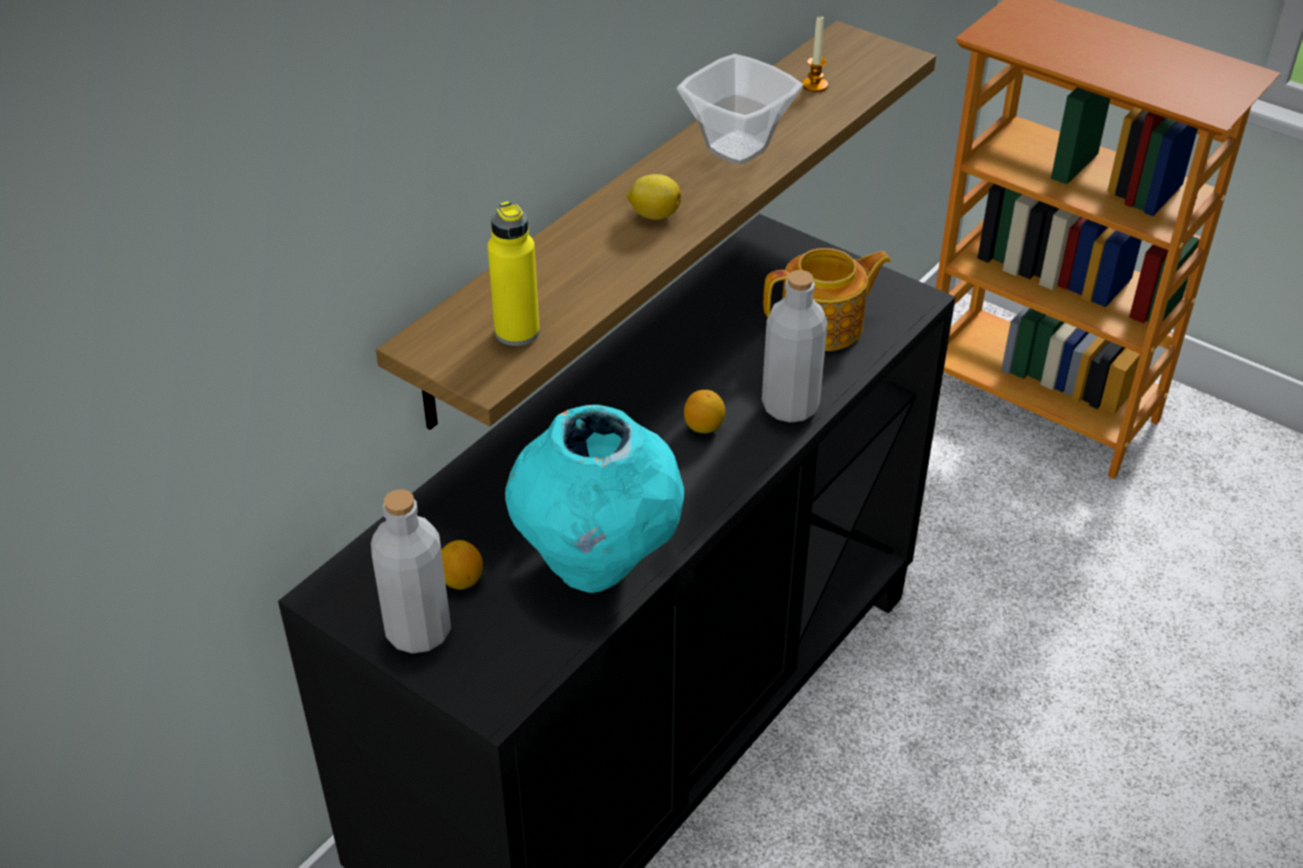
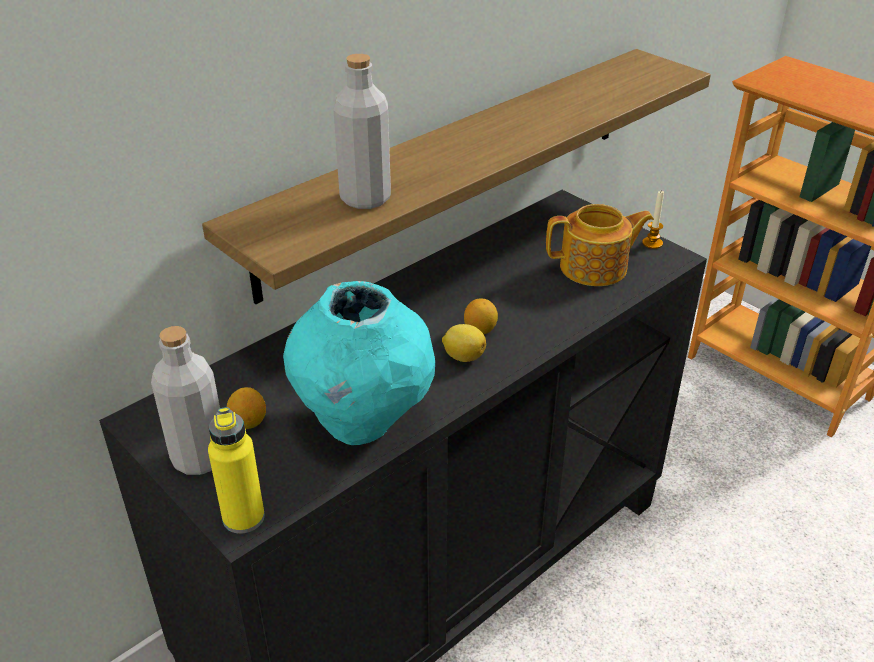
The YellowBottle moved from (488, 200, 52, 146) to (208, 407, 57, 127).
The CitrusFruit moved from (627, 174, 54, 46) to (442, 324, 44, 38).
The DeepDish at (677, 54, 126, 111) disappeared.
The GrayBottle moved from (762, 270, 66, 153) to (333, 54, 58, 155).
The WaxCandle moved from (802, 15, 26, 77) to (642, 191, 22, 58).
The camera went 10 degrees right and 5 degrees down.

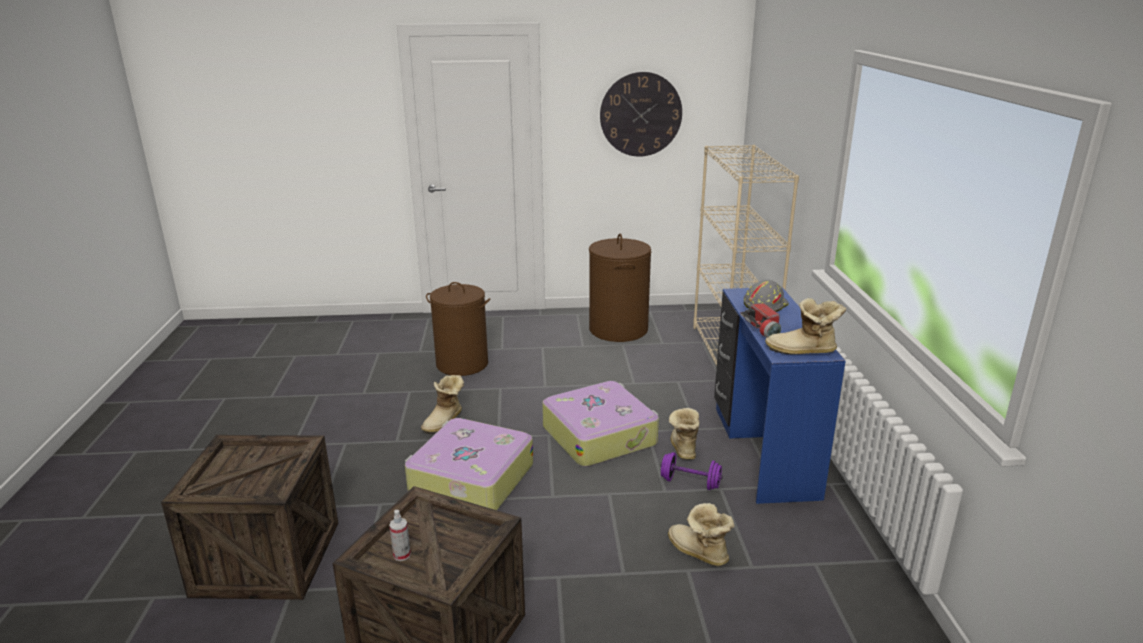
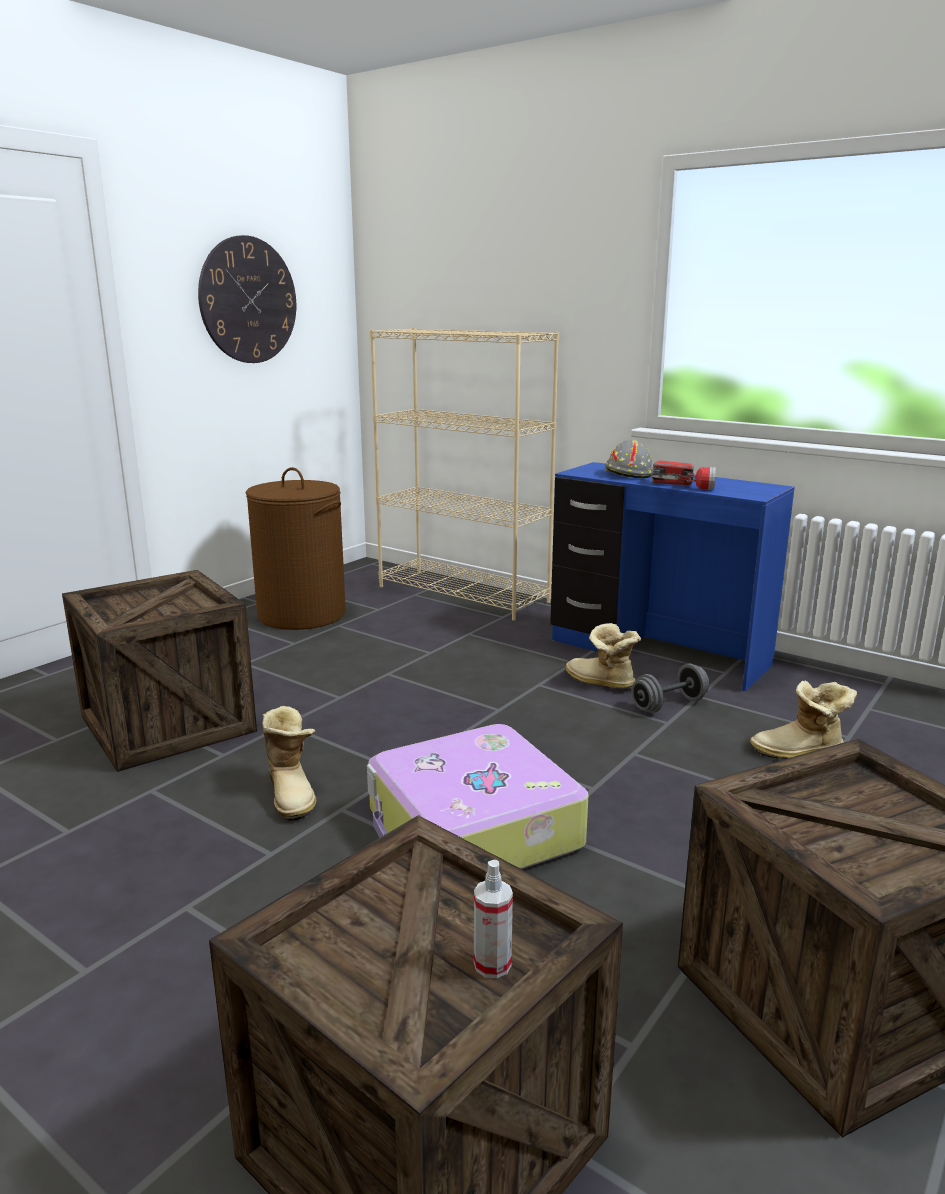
The HandSprayer moved from (389, 510, 22, 51) to (474, 860, 39, 118).
The BrownishHamper at (426, 282, 65, 94) was replaced by the Crate at (62, 570, 195, 202).
The PieceOfLuggage at (542, 381, 117, 86) disappeared.
The PurplishFreeWeight at (660, 452, 63, 38) became the GrayFreeWeight at (631, 664, 78, 49).
The TallBoot at (765, 298, 81, 56) disappeared.
The camera went 50 degrees left and 5 degrees down.

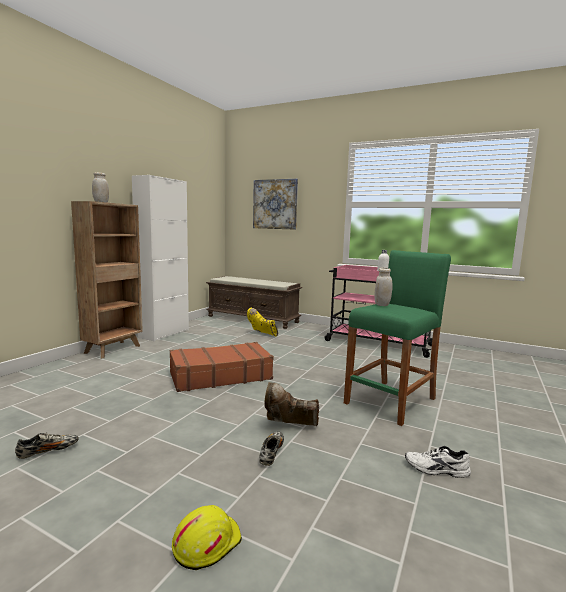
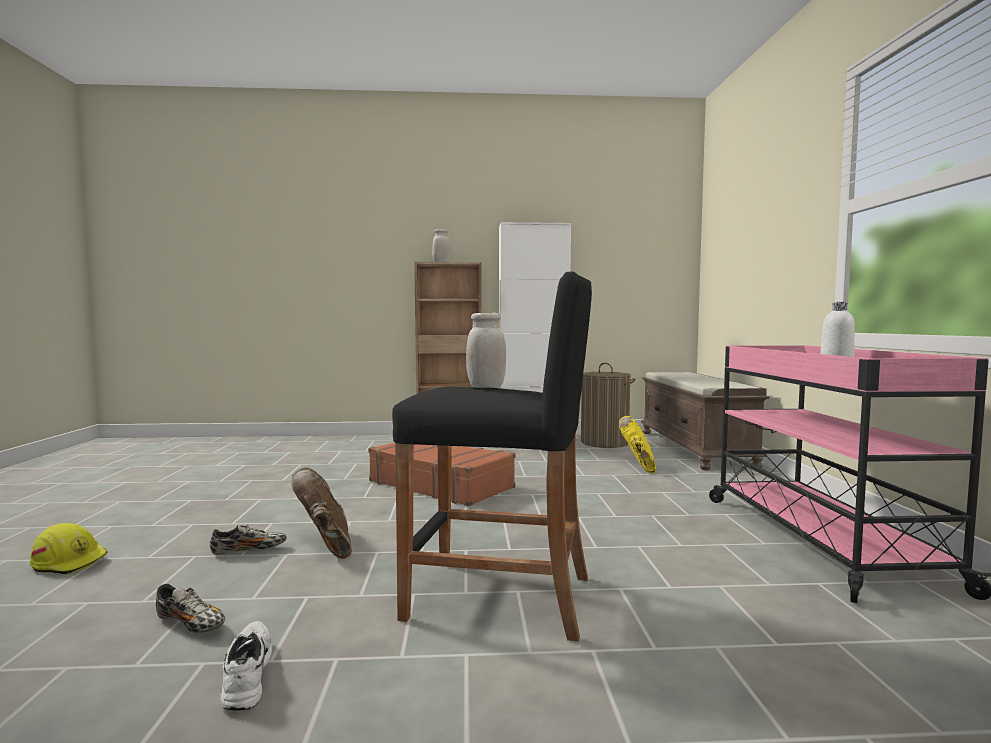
The ItemOfFootwear moved from (15, 432, 64, 27) to (156, 584, 69, 49).
The WallArt at (253, 179, 45, 51) disappeared.
The GreenishSittingStool at (344, 250, 107, 176) became the BlackishSittingStool at (392, 271, 200, 371).
The Hamper at (581, 362, 54, 86) appeared.
The camera went 60 degrees right and 5 degrees down.

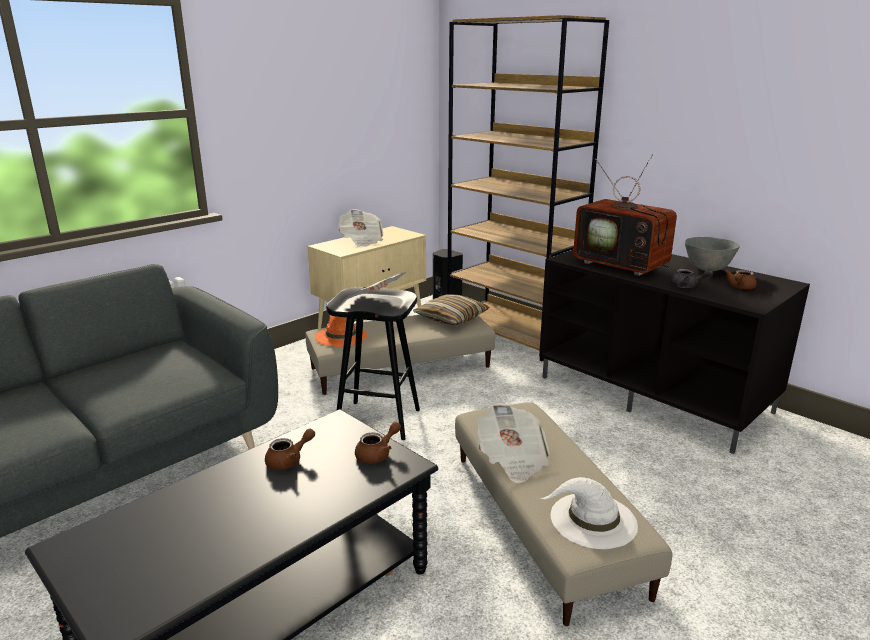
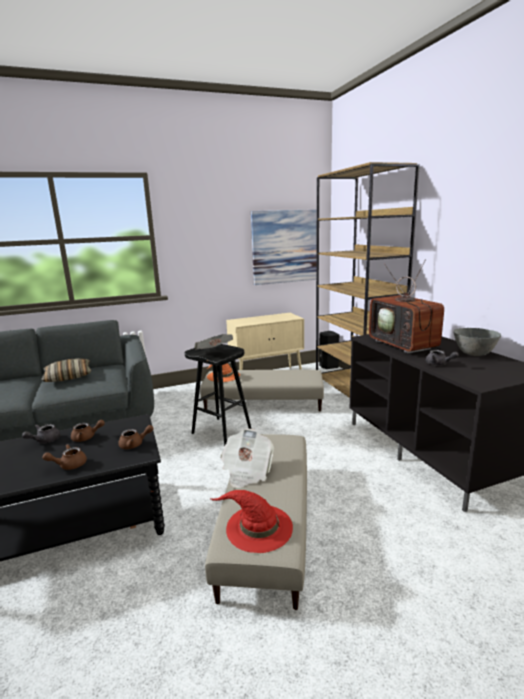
The DailyPaper at (338, 209, 45, 38) disappeared.
The Cushion moved from (413, 294, 76, 31) to (41, 358, 51, 24).
The WhiteColouredWearableHat at (540, 477, 98, 72) became the RedColouredWearableHat at (210, 490, 83, 63).
The BrownishPotForTea moved from (725, 270, 32, 19) to (42, 444, 45, 26).
The GrayPotForTea at (22, 424, 39, 19) appeared.
The WallArt at (251, 209, 66, 76) appeared.
The camera went 25 degrees right and 5 degrees down.

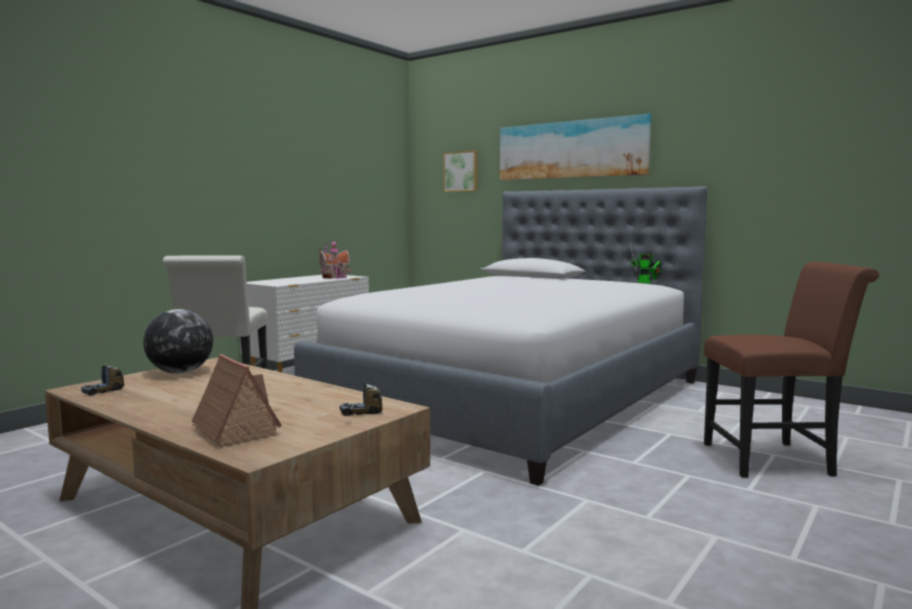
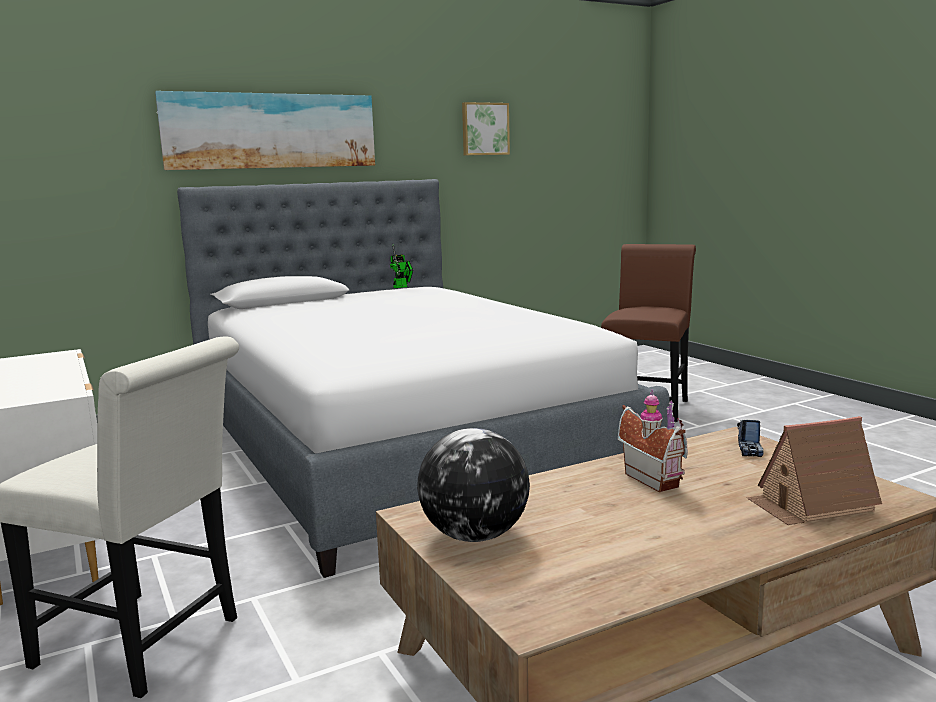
The ToyLorry at (81, 366, 43, 30) disappeared.
The MiniatureHouse moved from (319, 240, 32, 39) to (618, 389, 70, 104).
The WallArt moved from (443, 150, 35, 42) to (462, 102, 48, 53).
The camera went 65 degrees left and 5 degrees up.

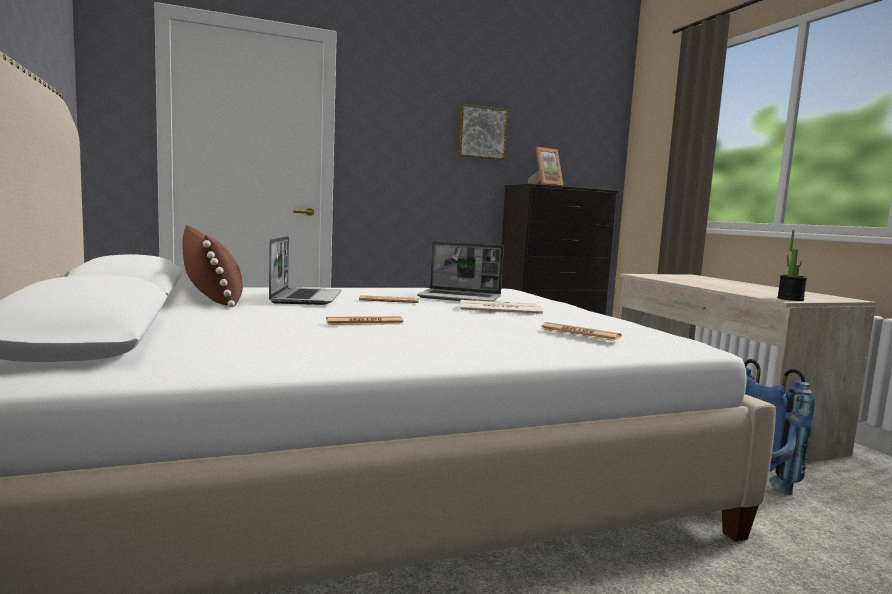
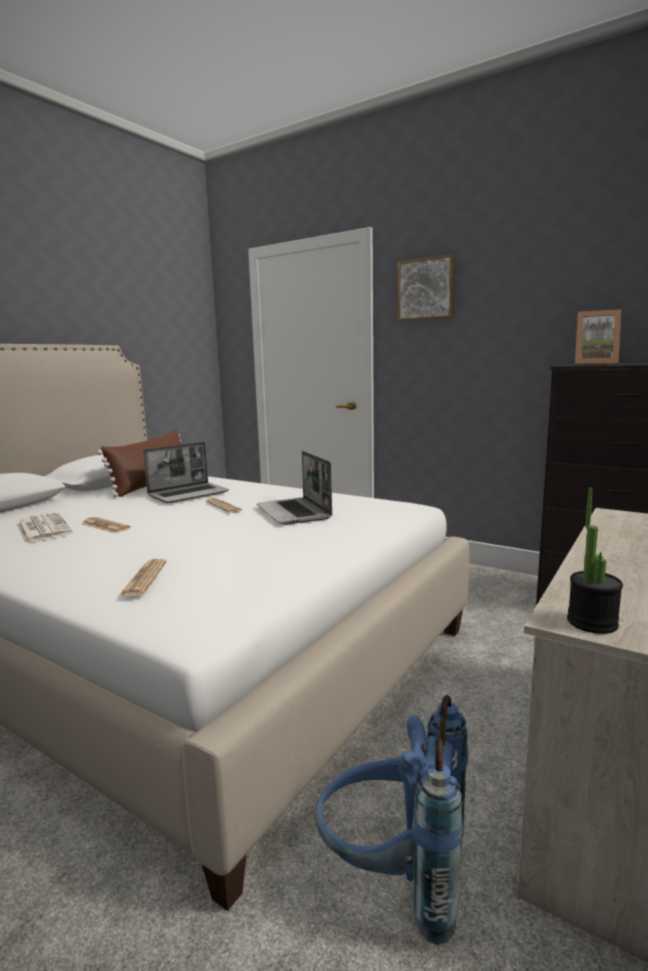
The WallArt moved from (457, 104, 51, 57) to (398, 254, 57, 67).
The DailyPaper moved from (460, 300, 83, 15) to (16, 513, 57, 30).
The camera went 55 degrees right and 5 degrees up.

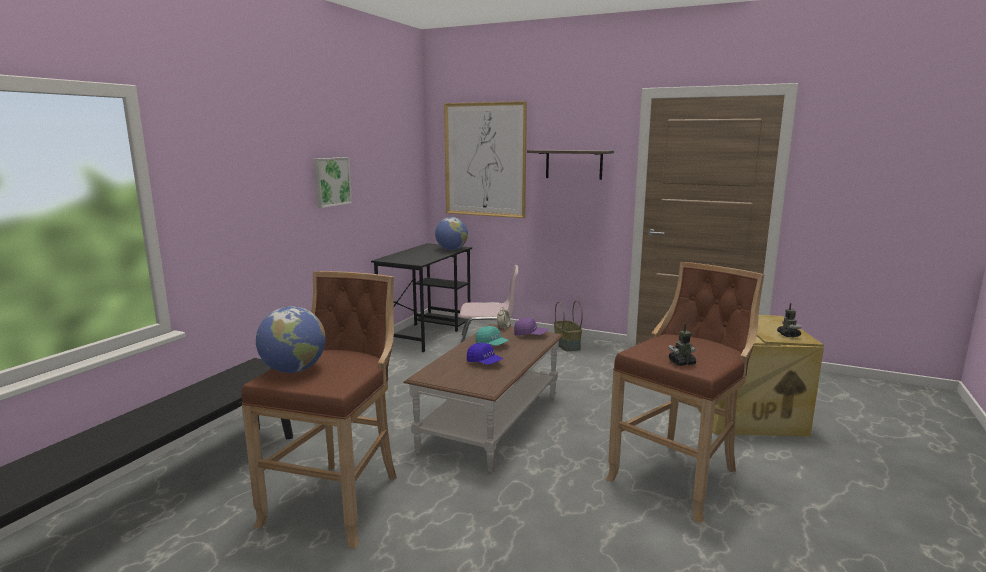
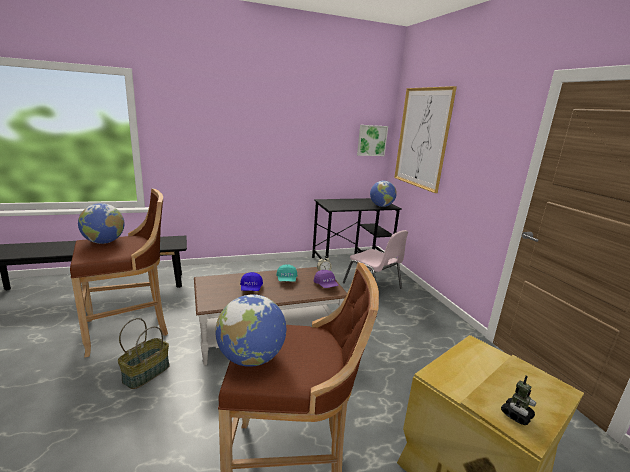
The WallArt moved from (313, 157, 39, 51) to (357, 125, 31, 31).
The BracketShelf at (527, 150, 87, 30) disappeared.
The HouseholdBasket moved from (554, 300, 29, 52) to (118, 318, 51, 71).
The ModelRobot at (668, 324, 28, 42) was replaced by the Globe at (215, 294, 71, 73).
The camera went 45 degrees right and 5 degrees up.

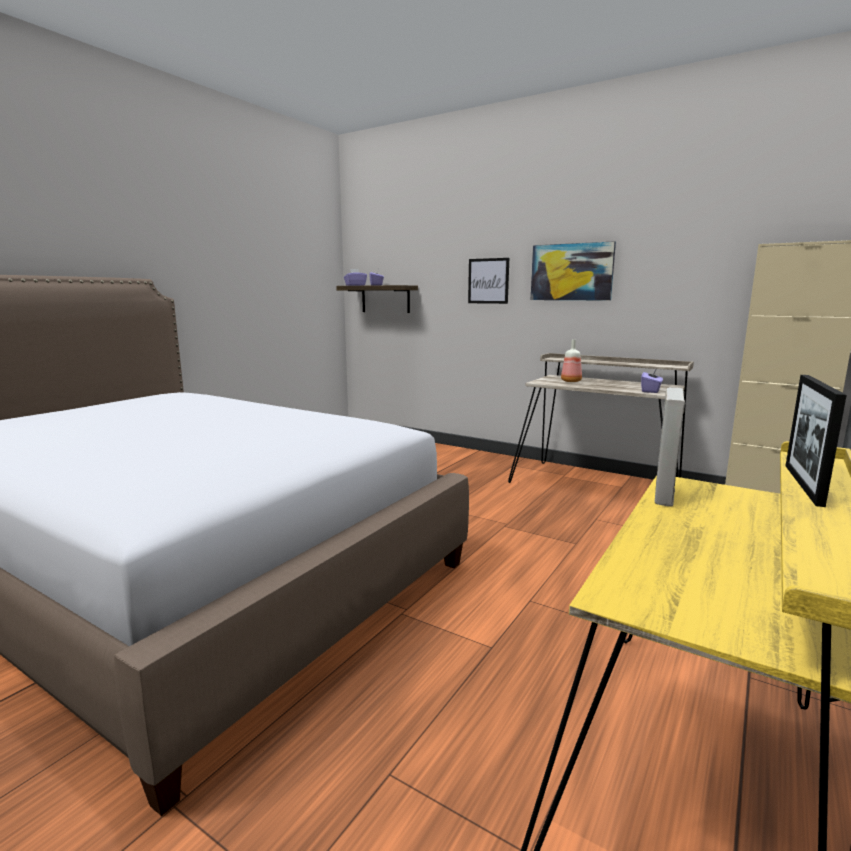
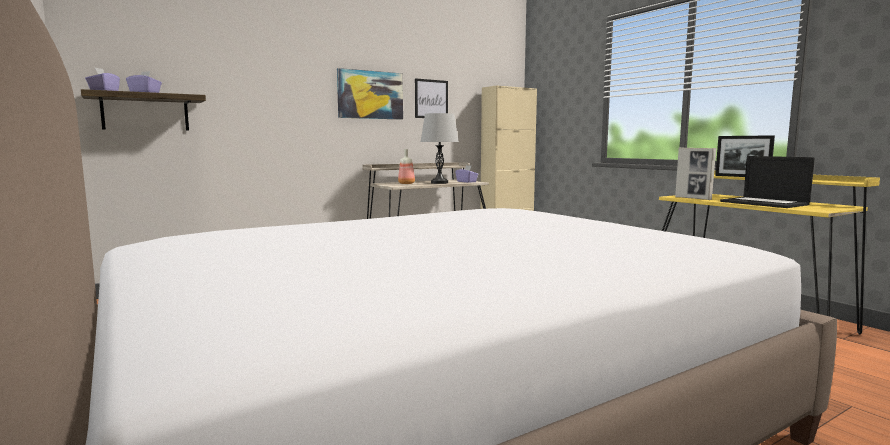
The WallArt moved from (468, 258, 41, 46) to (415, 78, 33, 40).
The GrayTabletopLamp at (421, 113, 38, 71) appeared.
The Laptop at (720, 156, 95, 52) appeared.
The camera went 65 degrees left and 5 degrees down.

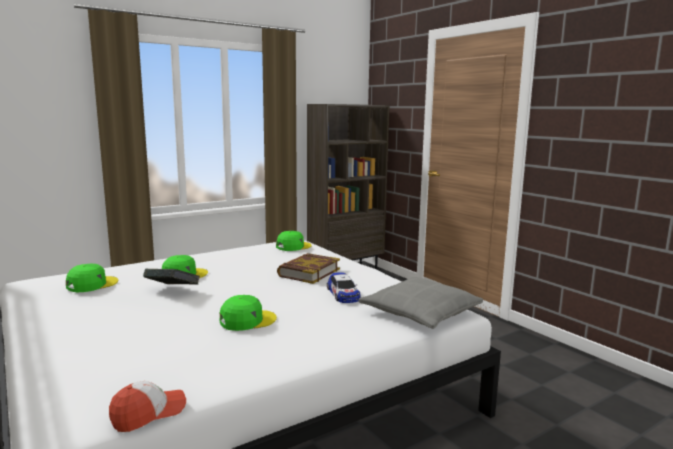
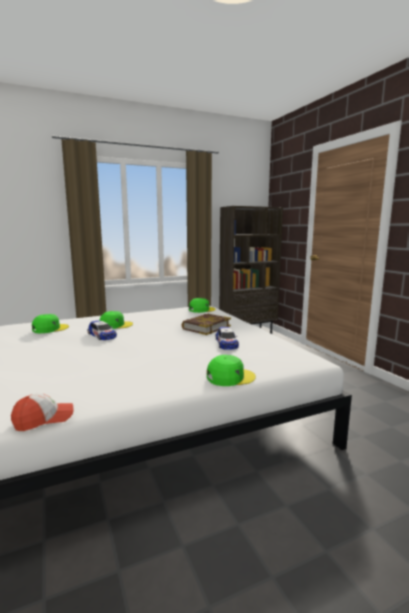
The BoundBook at (143, 269, 57, 16) was replaced by the ModelCar at (88, 320, 29, 20).
The GreenishCap moved from (220, 295, 57, 36) to (207, 355, 49, 31).
The GrayCushion at (358, 277, 125, 52) disappeared.
The camera went 10 degrees right and 0 degrees up.

